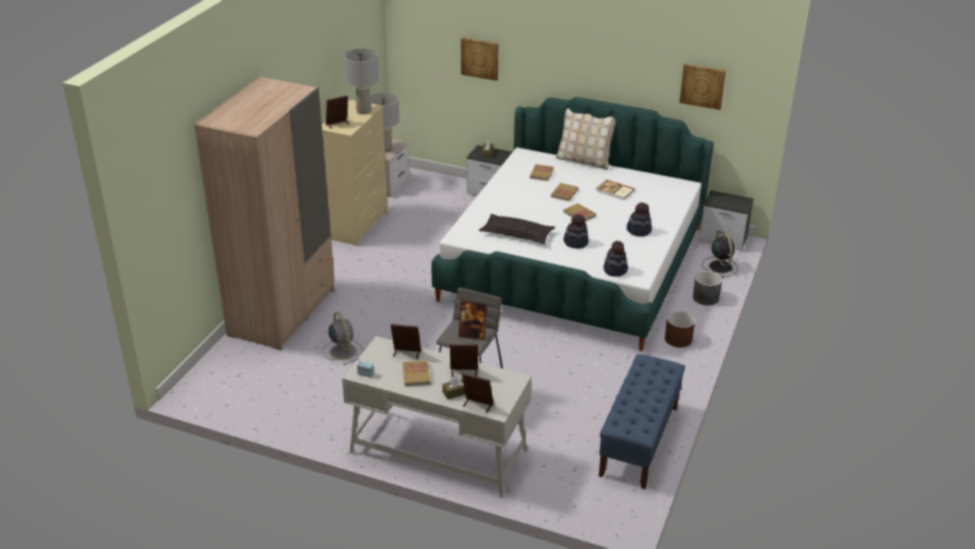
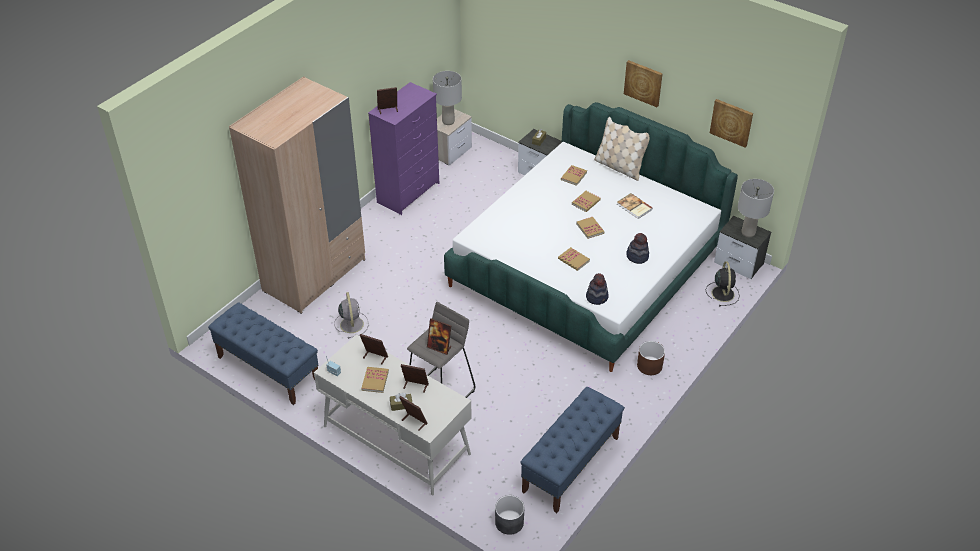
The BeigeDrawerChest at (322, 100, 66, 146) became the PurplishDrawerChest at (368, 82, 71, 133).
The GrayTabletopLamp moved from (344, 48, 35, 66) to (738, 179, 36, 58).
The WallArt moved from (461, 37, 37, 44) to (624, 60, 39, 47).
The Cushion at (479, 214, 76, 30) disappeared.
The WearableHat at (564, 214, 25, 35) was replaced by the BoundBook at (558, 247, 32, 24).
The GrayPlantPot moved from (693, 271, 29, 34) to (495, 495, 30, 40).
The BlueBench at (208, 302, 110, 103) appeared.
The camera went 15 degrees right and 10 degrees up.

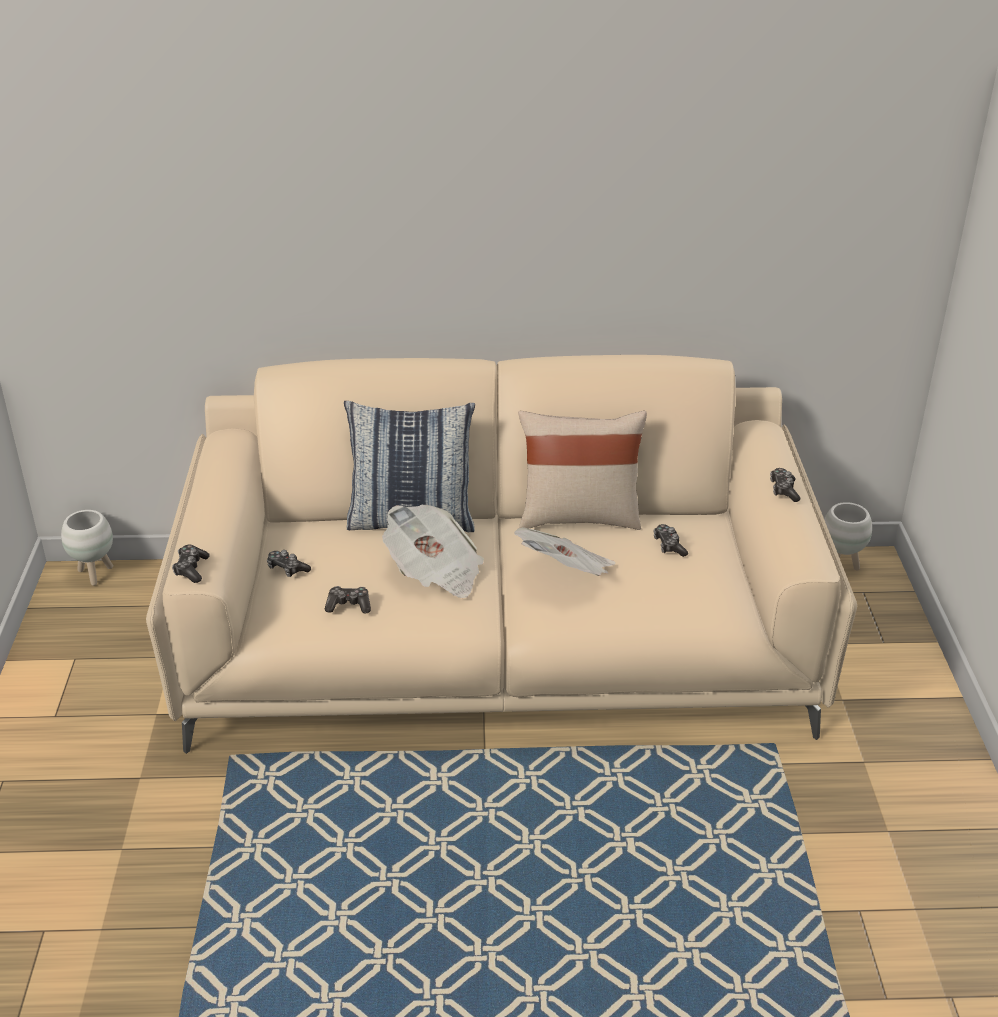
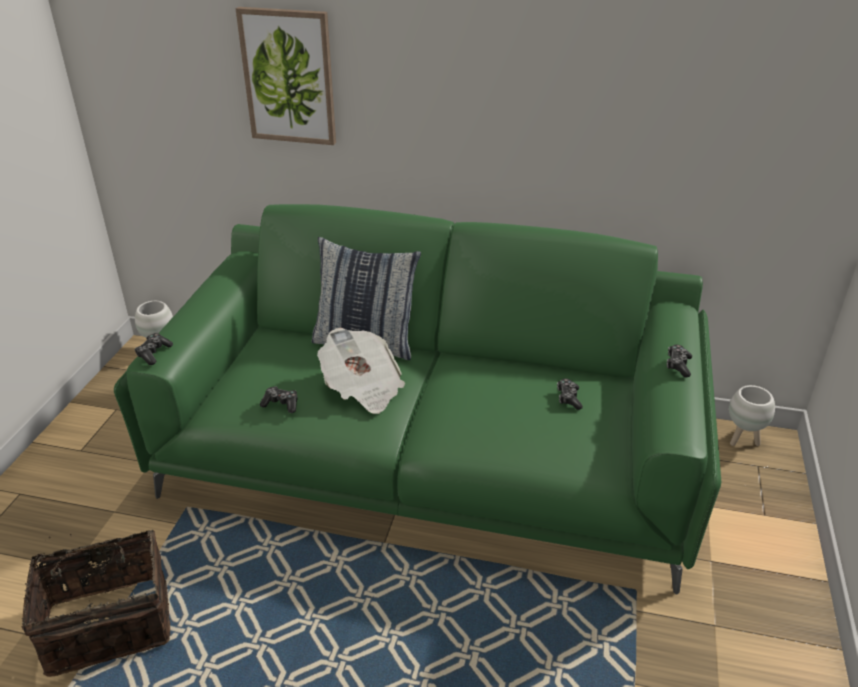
The BeigeSofa at (146, 355, 711, 399) became the GreenishSofa at (114, 204, 607, 391).
The Joypad at (267, 550, 44, 27) disappeared.
The DailyPaper at (514, 527, 102, 49) disappeared.
The BeigeCushion at (518, 411, 129, 119) disappeared.
The HouseholdBasket at (21, 530, 149, 147) appeared.
The WallArt at (236, 7, 100, 138) appeared.
The camera went 15 degrees right and 0 degrees up.

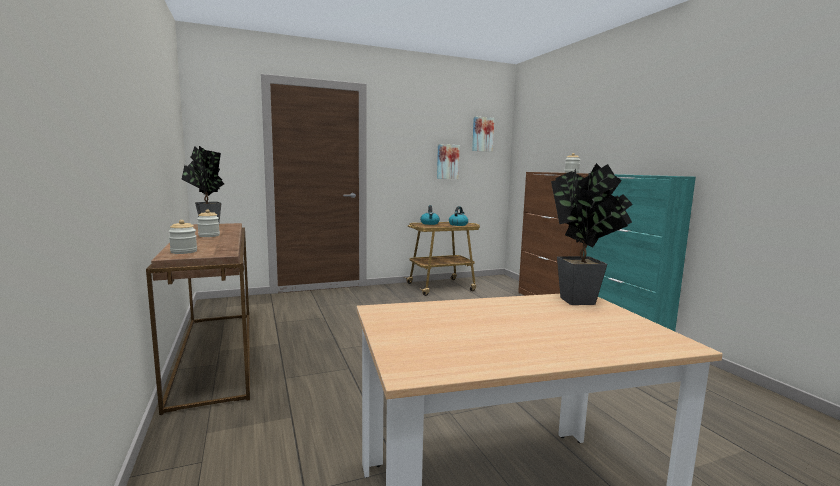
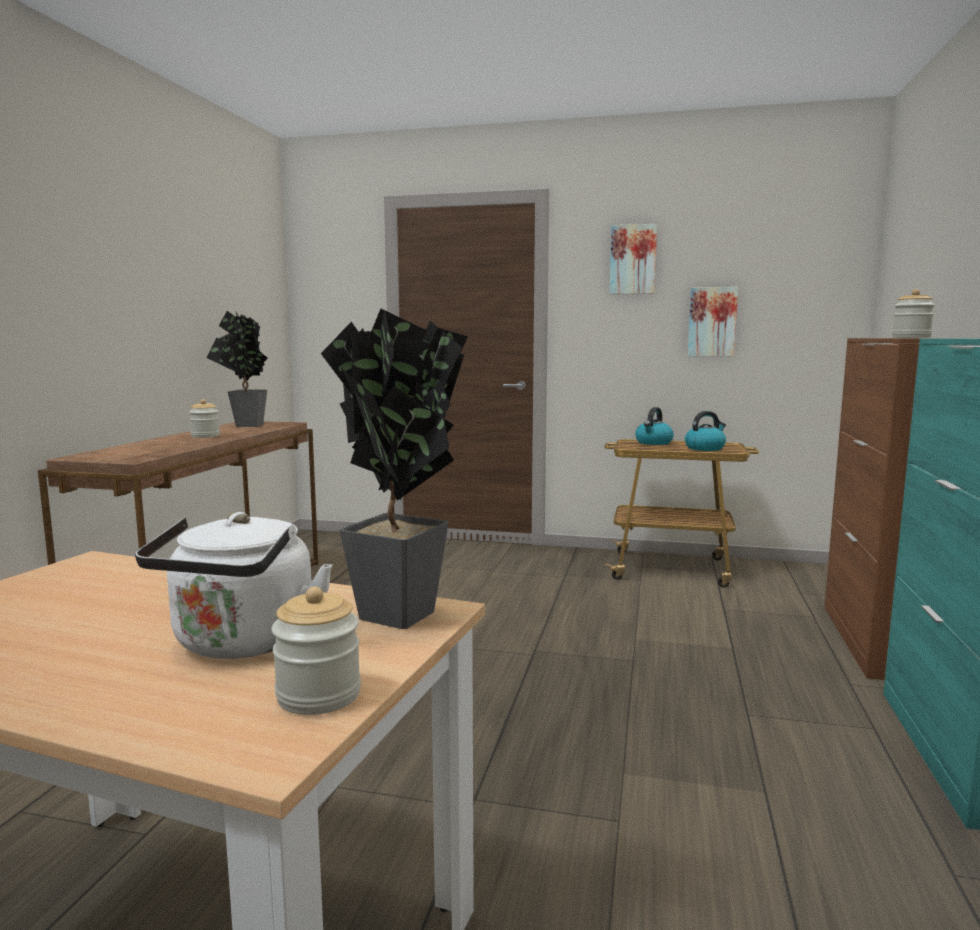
The StorageJar moved from (169, 220, 28, 34) to (271, 587, 90, 128).
The WallArt moved from (472, 116, 22, 36) to (610, 224, 47, 71).
The WhiteColouredTeaKettle at (135, 512, 198, 147) appeared.
The camera went 35 degrees right and 0 degrees up.

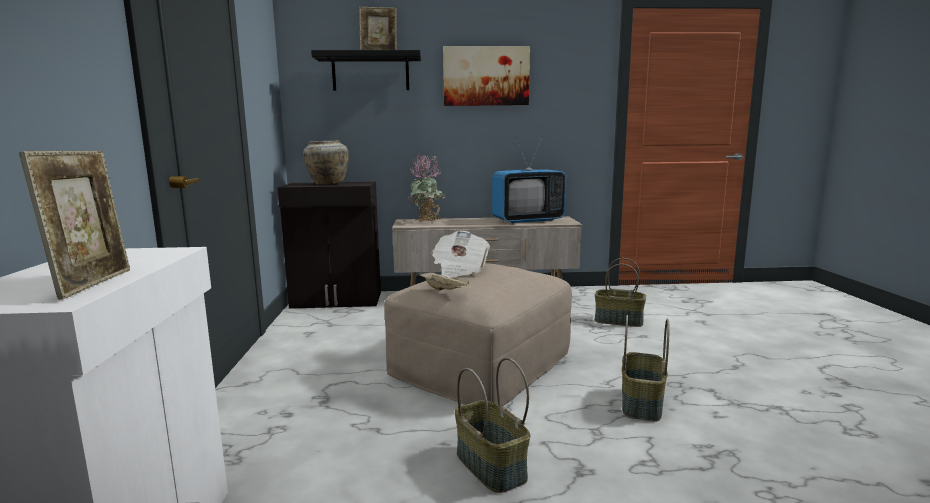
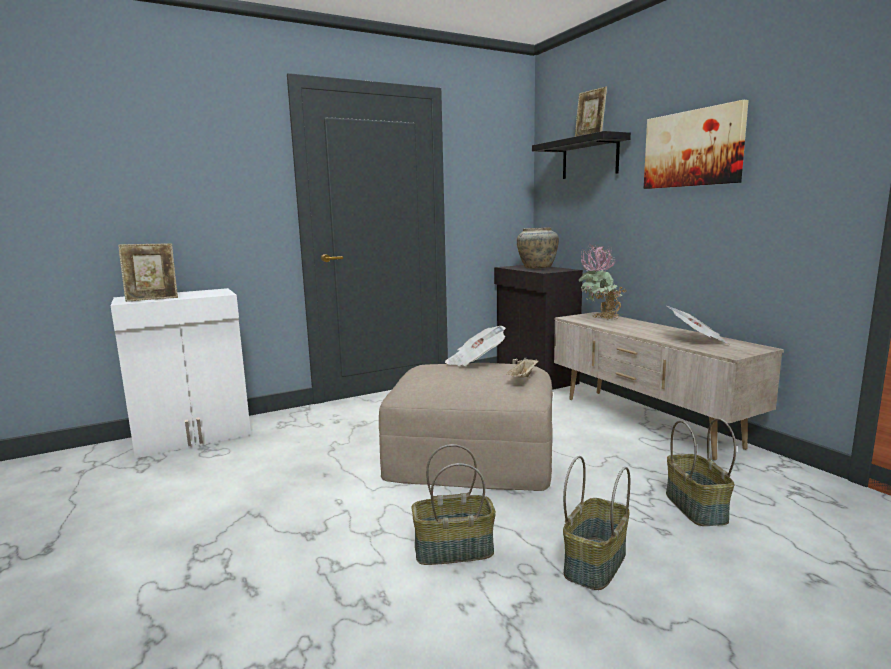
The BeigeServingTray moved from (420, 272, 49, 19) to (506, 358, 33, 20).
The HouseholdBasket moved from (455, 357, 76, 136) to (563, 456, 67, 134).
The TvSet at (492, 136, 74, 88) was replaced by the DailyPaper at (667, 306, 62, 38).
The camera went 65 degrees right and 0 degrees up.

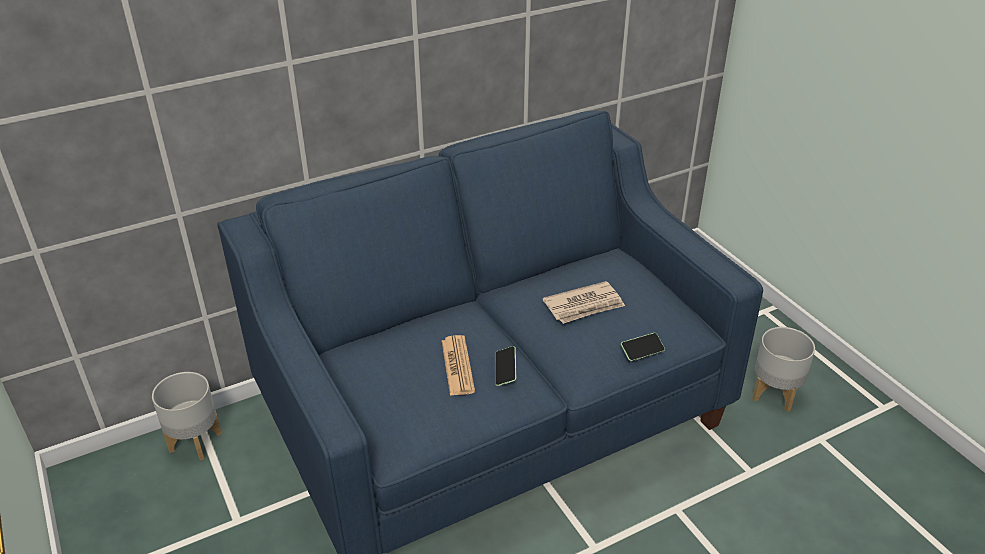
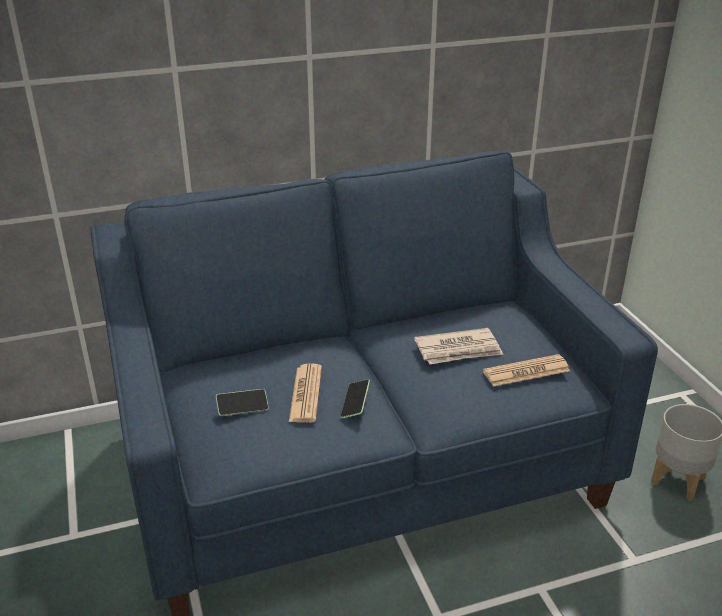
The GrayPlantPot at (152, 372, 70, 88) disappeared.
The Telephone moved from (621, 333, 44, 28) to (216, 389, 53, 27).
The DailyPaper at (483, 354, 87, 33) appeared.
The camera went 10 degrees right and 5 degrees down.

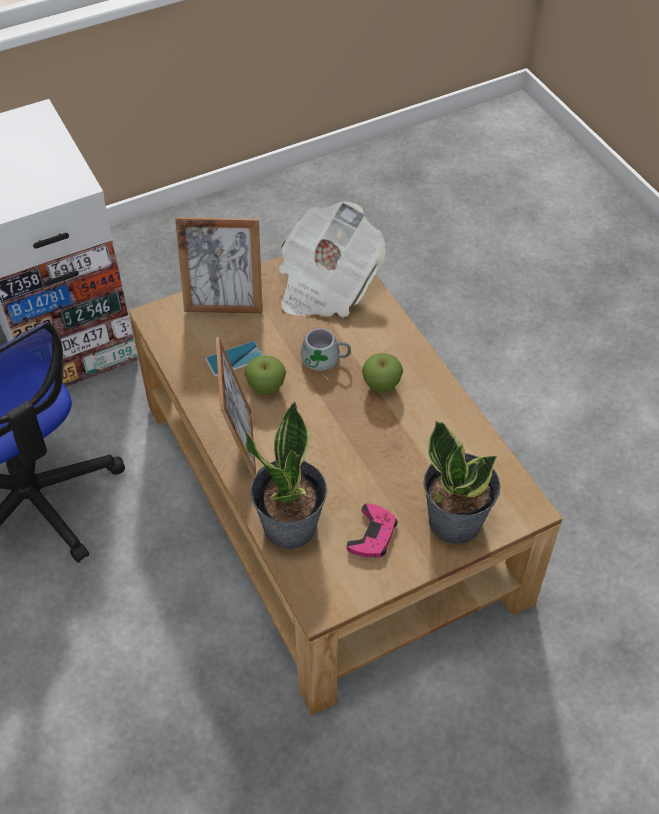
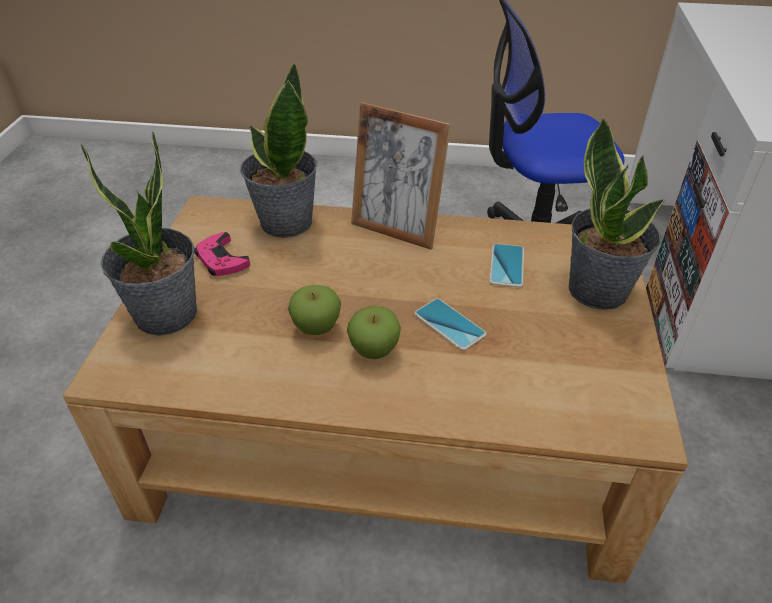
The PhotoFrame at (175, 217, 88, 97) was replaced by the PlantInAPot at (568, 117, 97, 193).
The AppleFruit moved from (245, 356, 41, 39) to (288, 285, 53, 50).
The DailyPaper at (279, 201, 107, 116) disappeared.
The GrayCoffeeMug at (300, 328, 51, 53) was replaced by the Telephone at (414, 298, 72, 52).
The camera went 125 degrees right and 10 degrees down.

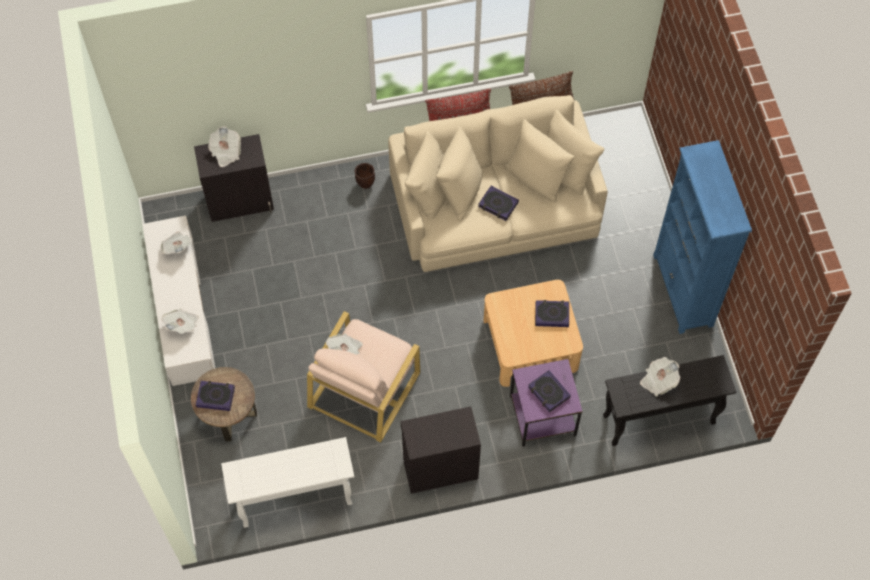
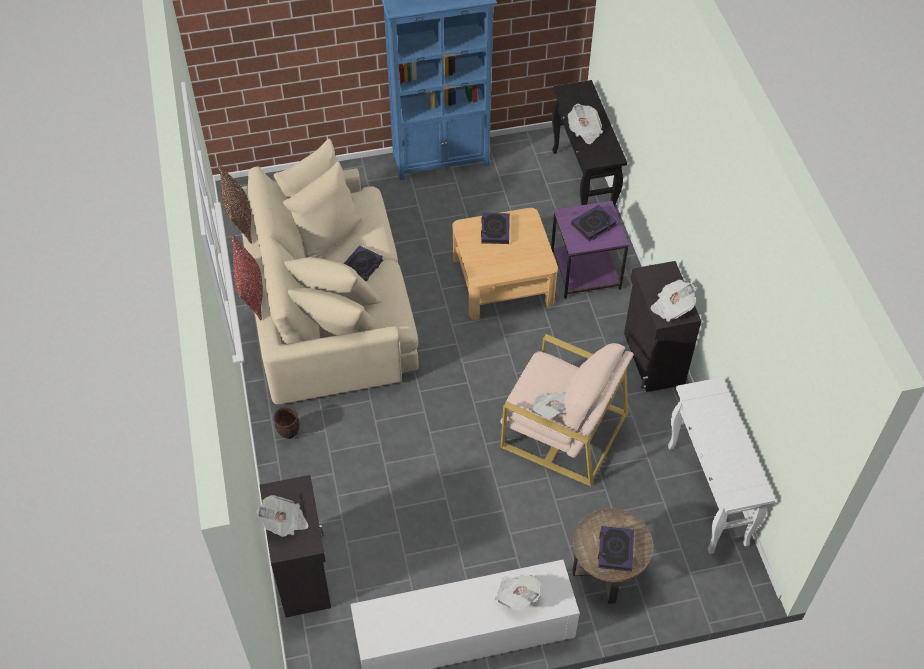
The DailyPaper moved from (161, 231, 31, 24) to (650, 280, 46, 42).
The camera went 90 degrees left and 10 degrees down.

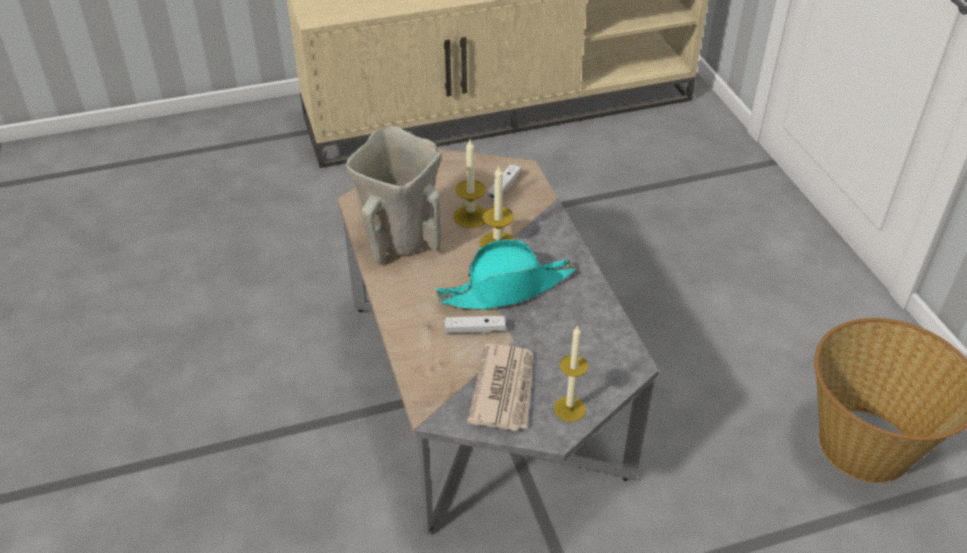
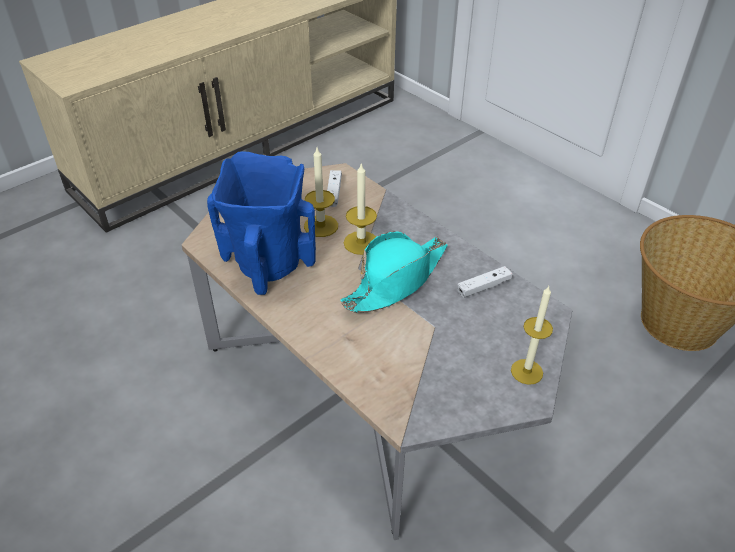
The BeigeVase at (346, 126, 96, 139) became the BlueVase at (207, 151, 109, 144).
The WhiteColouredJoypad moved from (445, 316, 61, 18) to (457, 266, 55, 32).
The DailyPaper at (467, 344, 66, 87) disappeared.
The camera went 25 degrees left and 0 degrees up.

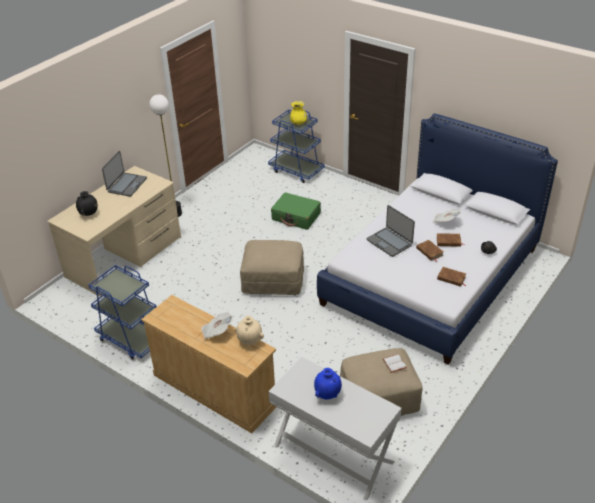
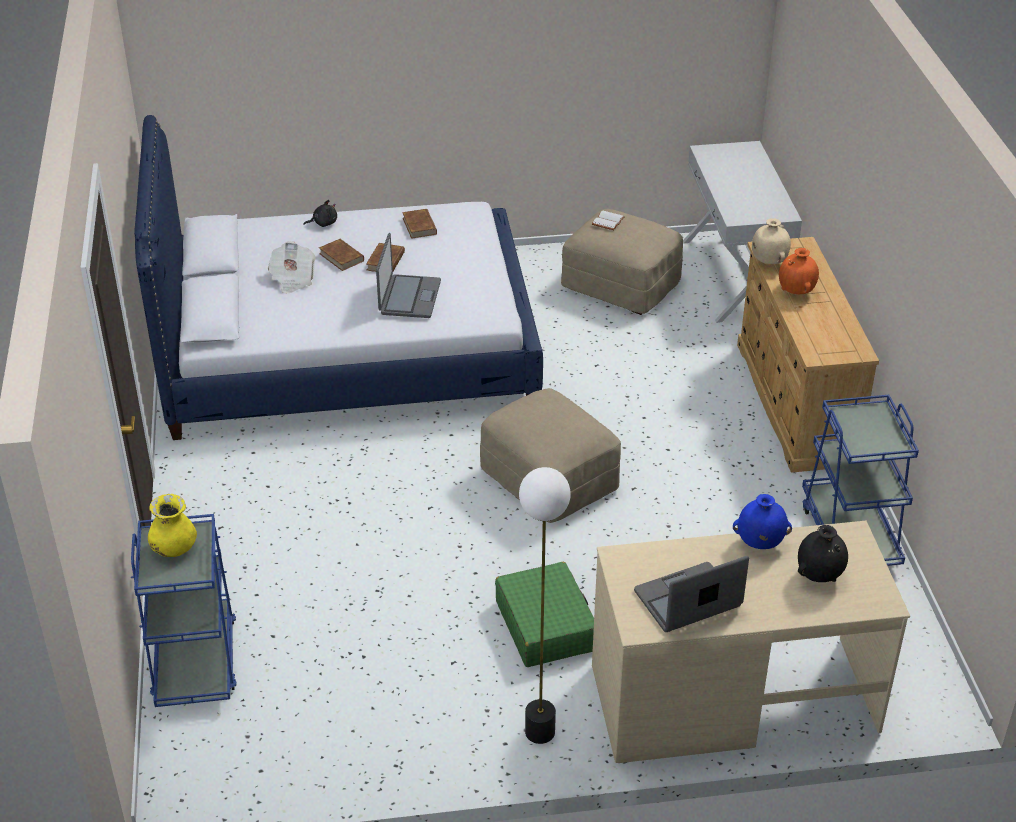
The DailyPaper at (201, 312, 32, 27) was replaced by the OrangeVase at (779, 248, 40, 46).
The GreenishPieceOfLuggage moved from (271, 192, 50, 38) to (495, 562, 99, 105).
The BlueVase moved from (314, 368, 28, 31) to (733, 494, 59, 55).
The camera went 135 degrees left and 0 degrees up.

